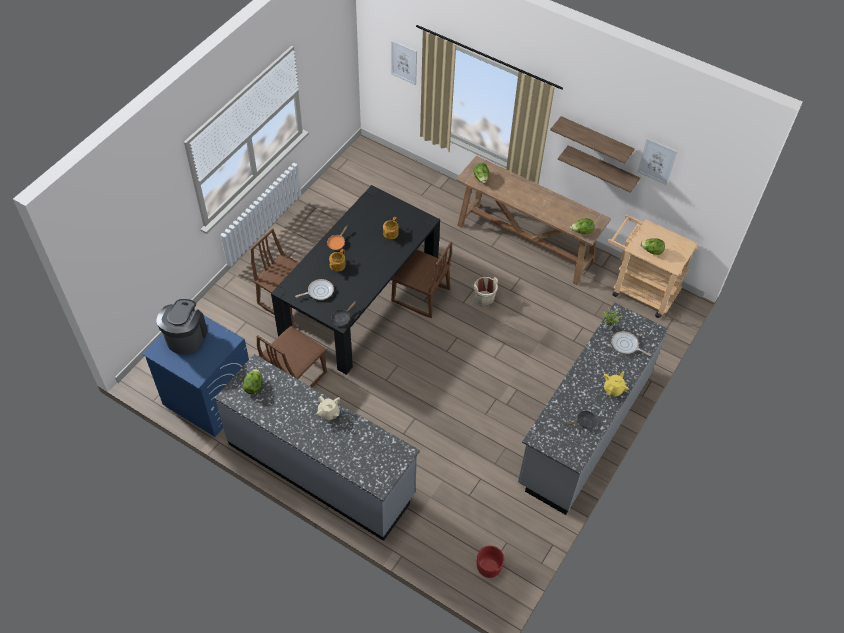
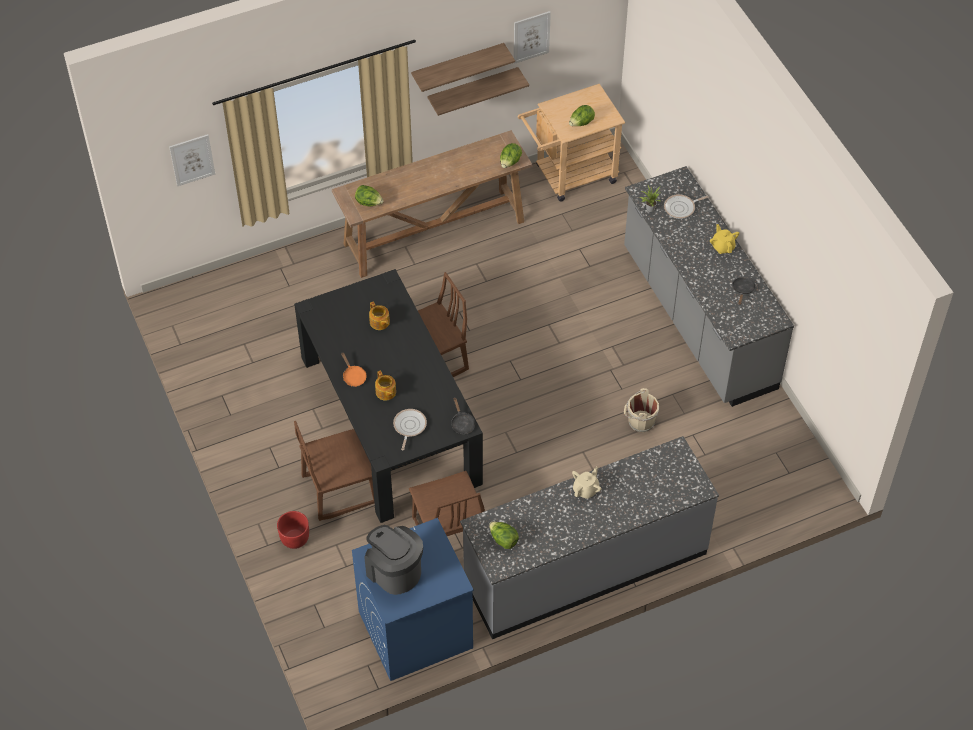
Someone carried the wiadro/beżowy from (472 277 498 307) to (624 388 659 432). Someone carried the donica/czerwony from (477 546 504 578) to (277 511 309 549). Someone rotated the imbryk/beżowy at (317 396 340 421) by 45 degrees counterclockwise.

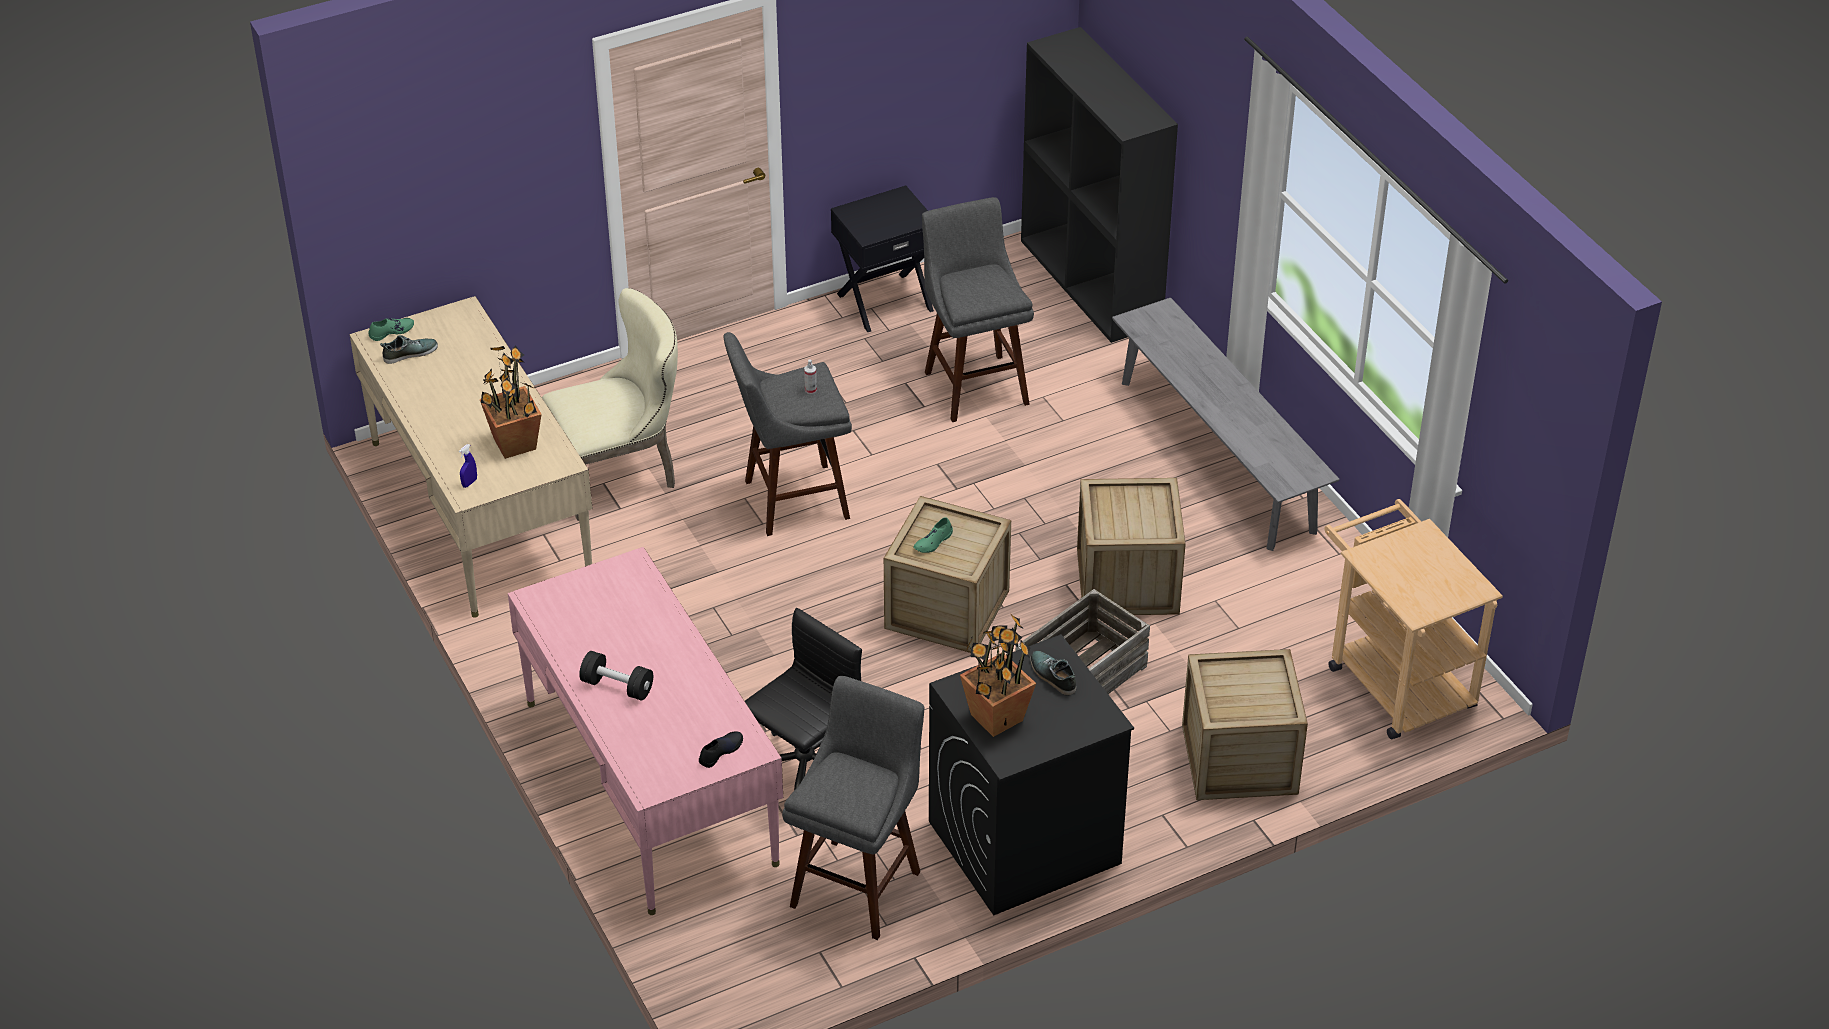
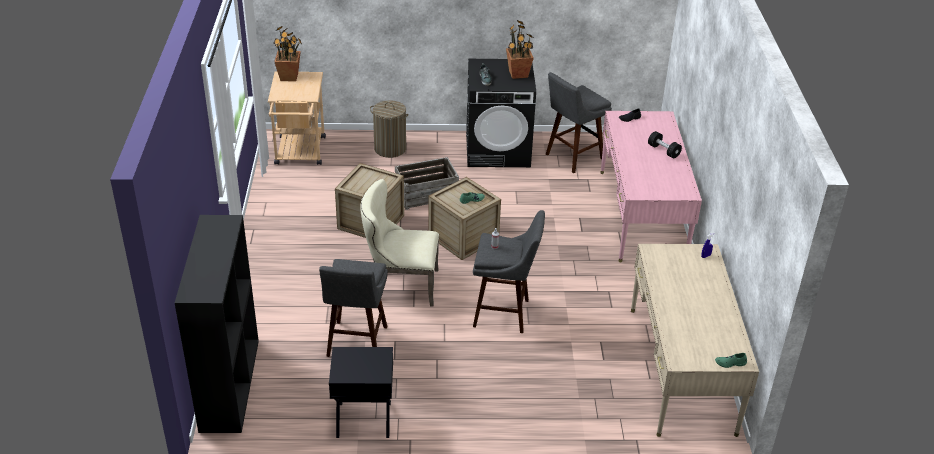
Someone took away the but at (380 335 438 364). Someone took away the krzesło biurowe/czarny at (745 608 862 791). Someone took away the ławka/szary at (1112 298 1340 551). Someone carried the roślina doniczkowa from (479 345 542 459) to (273 26 302 81). Someone carried the krzesło/beżowy from (542 288 678 521) to (360 179 439 307). Someone swapped the skrzynka at (1182 649 1308 800) for the kosz na pranie at (370 100 409 158).

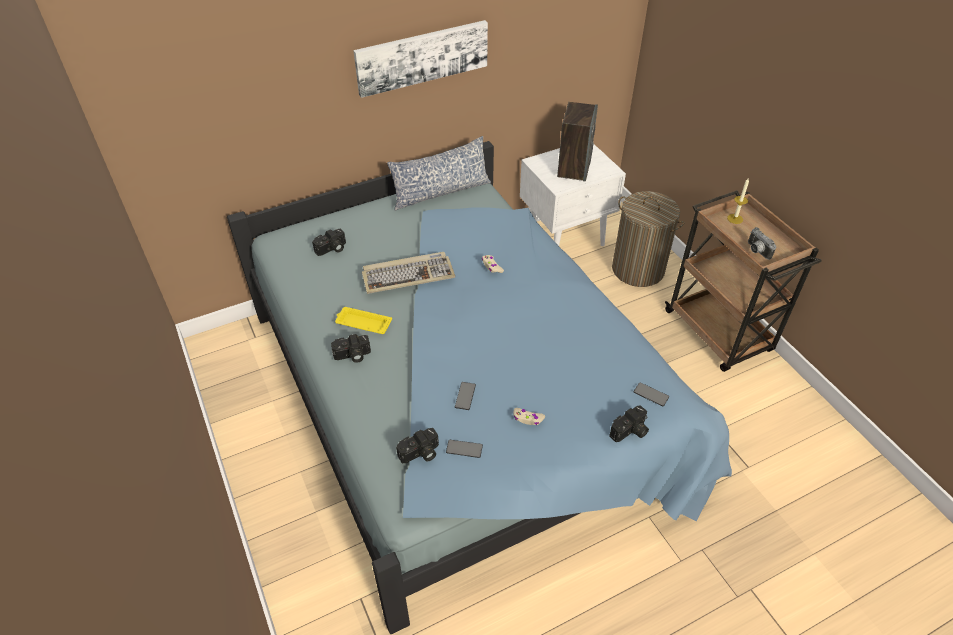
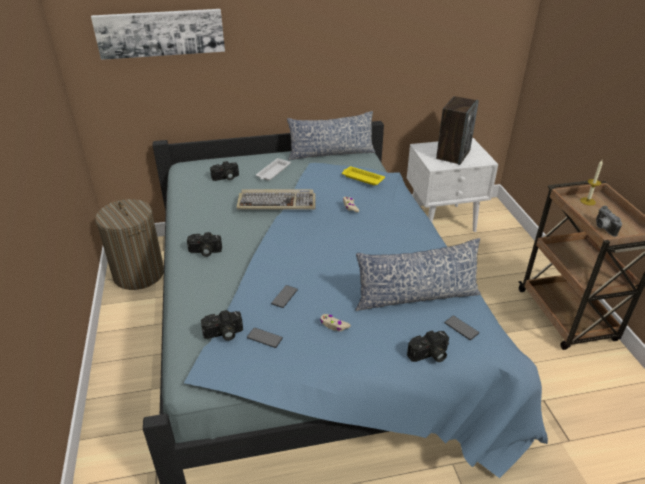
Someone put down the taca/biały at (256 158 291 181). Someone put down the poduszka at (355 238 481 311). Someone carried the taca/żółty from (335 307 392 334) to (342 166 385 185). Someone carried the obraz from (353 20 488 98) to (91 9 225 60). Someone carried the kosz na pranie from (612 191 684 287) to (95 199 164 290).

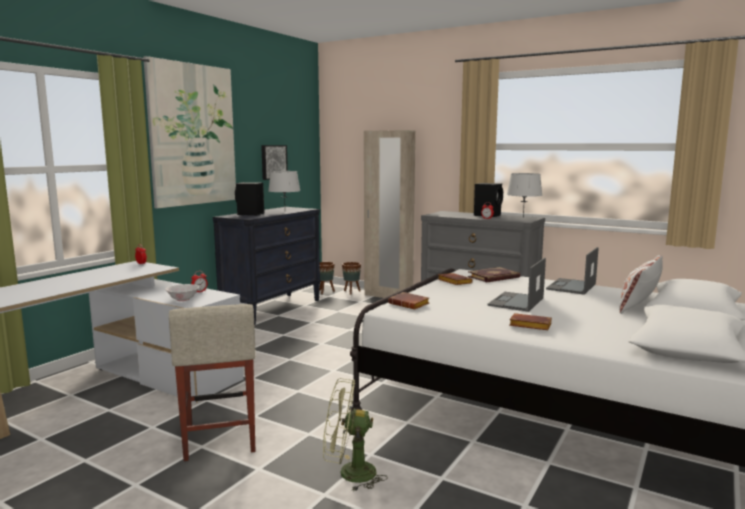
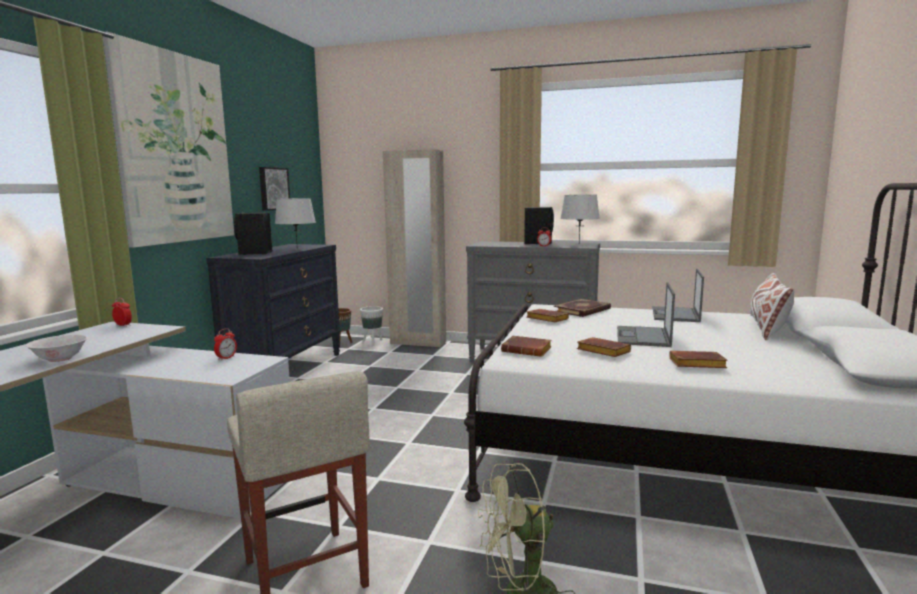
Someone put down the książka/brązowy at (577 337 631 357). Someone carried the miska/biały from (165 284 199 301) to (25 334 88 362). Someone repainted the donica/brązowy at (342 262 361 295), which became the donica/biały at (360 306 383 345).

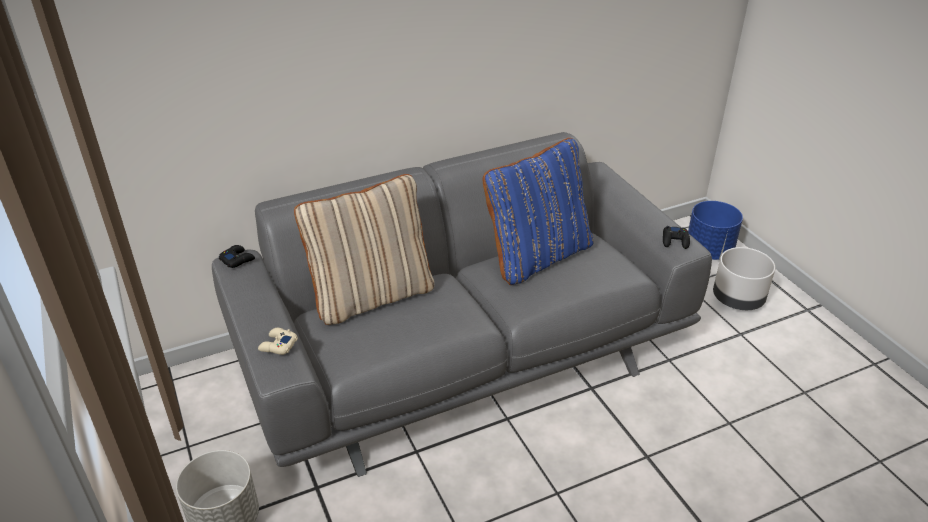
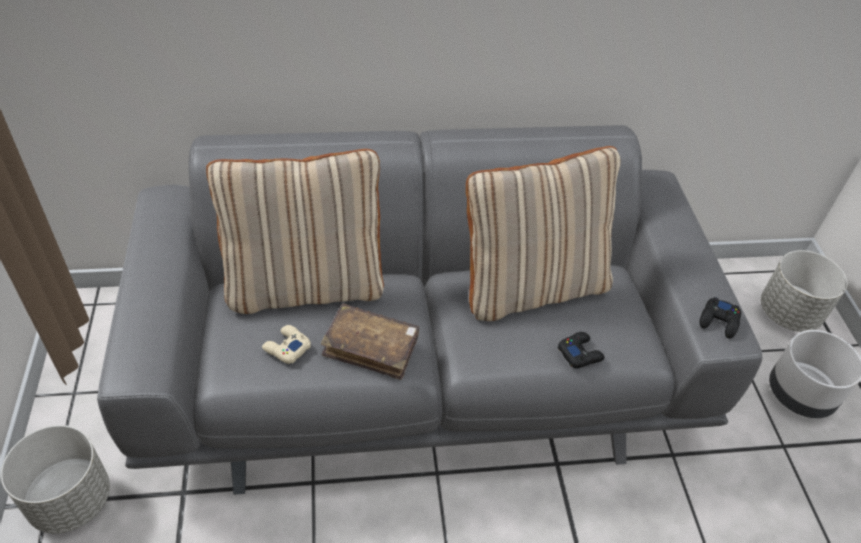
Someone put down the książka/brązowy at (321 303 419 380). Someone carried the pad do gier/czarny from (218 245 255 268) to (558 332 605 368). Someone carried the pad do gier/beżowy from (258 328 298 355) to (262 325 311 364). Someone repainted the poduszka/niebieski at (483 138 594 285), which became the poduszka/beżowy at (466 146 621 321). Someone repainted the donica/niebieski at (688 201 743 260), which became the donica/szary at (761 250 848 332).

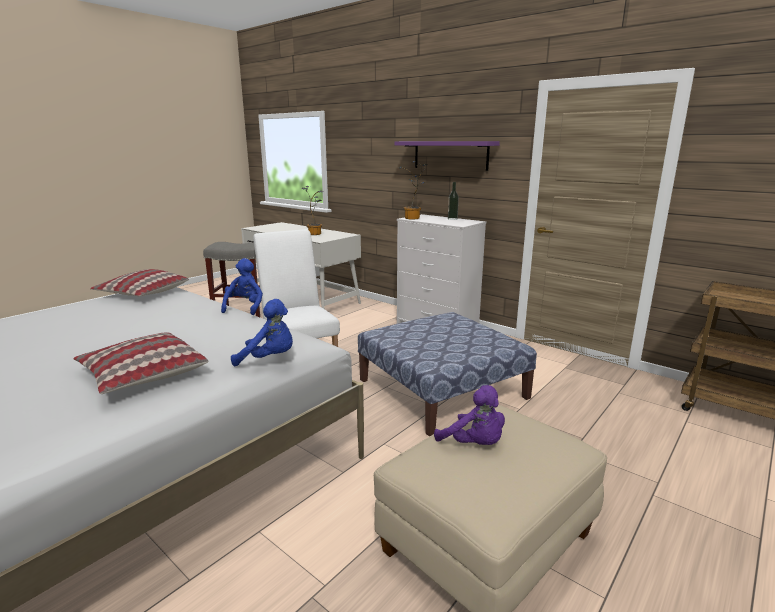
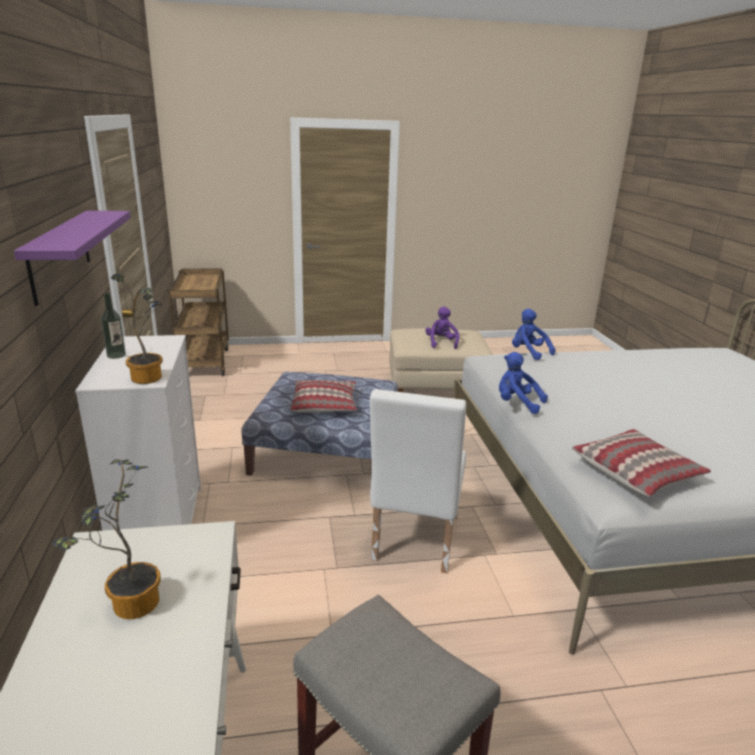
Someone carried the poduszka from (73 332 209 394) to (290 380 357 412). Someone rotated the pluszak/niebieski at (221 258 263 315) by 75 degrees clockwise.

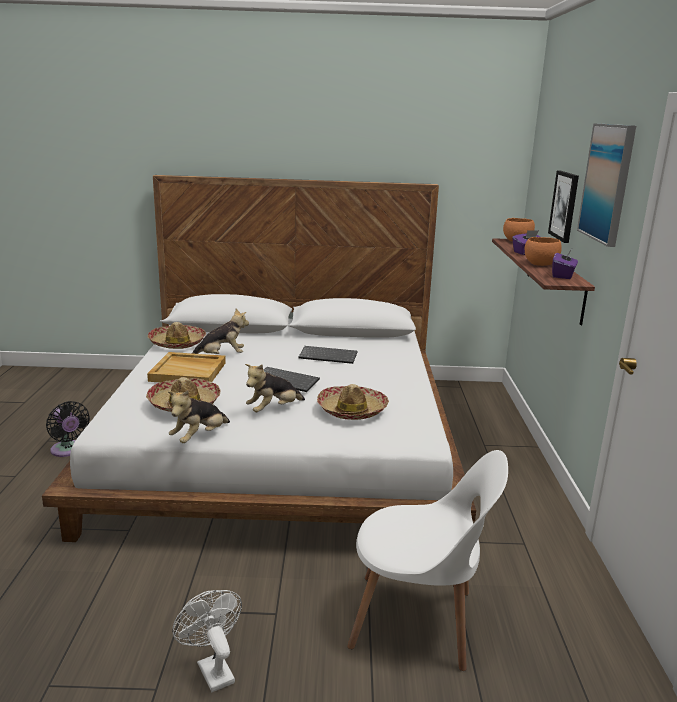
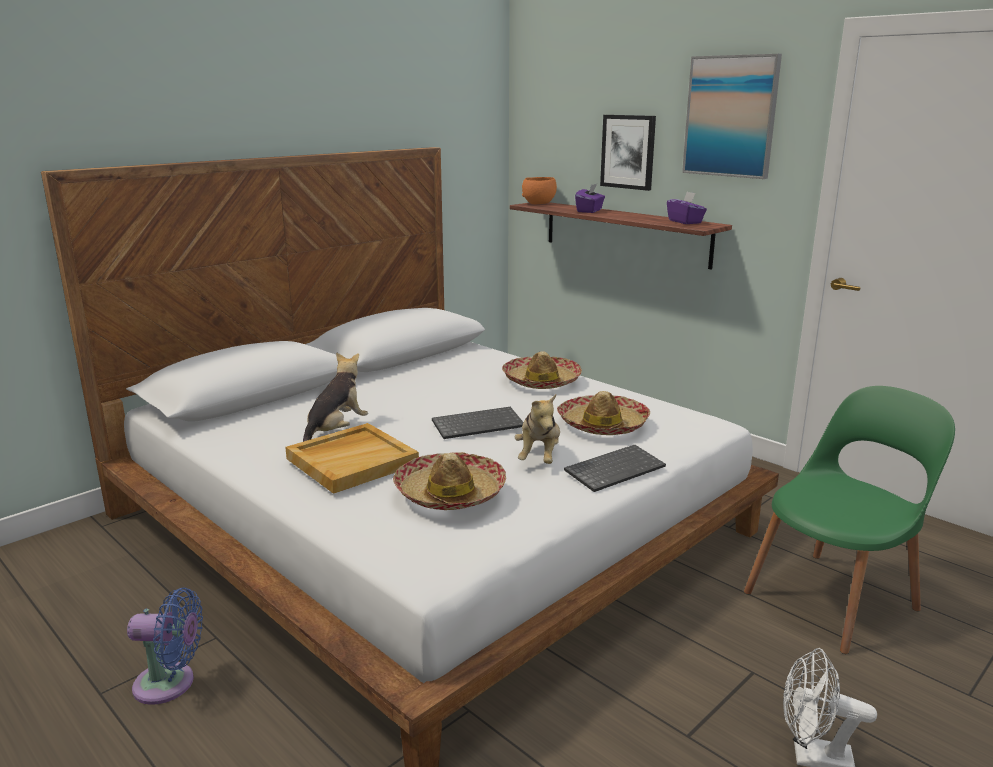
Someone took away the pluszak at (168 390 230 443). Someone took away the miska/pomarańczowy at (525 237 562 266). Someone carried the kapelusz from (148 322 206 349) to (502 351 582 389). Someone carried the klawiatura from (299 346 357 364) to (564 445 666 492). Someone repainted the wentylator/czarny at (46 401 90 457), which became the wentylator/niebieski at (127 588 203 705). Someone repainted the krzesło/biały at (347 450 508 671), which became the krzesło/zielony at (744 386 955 654).

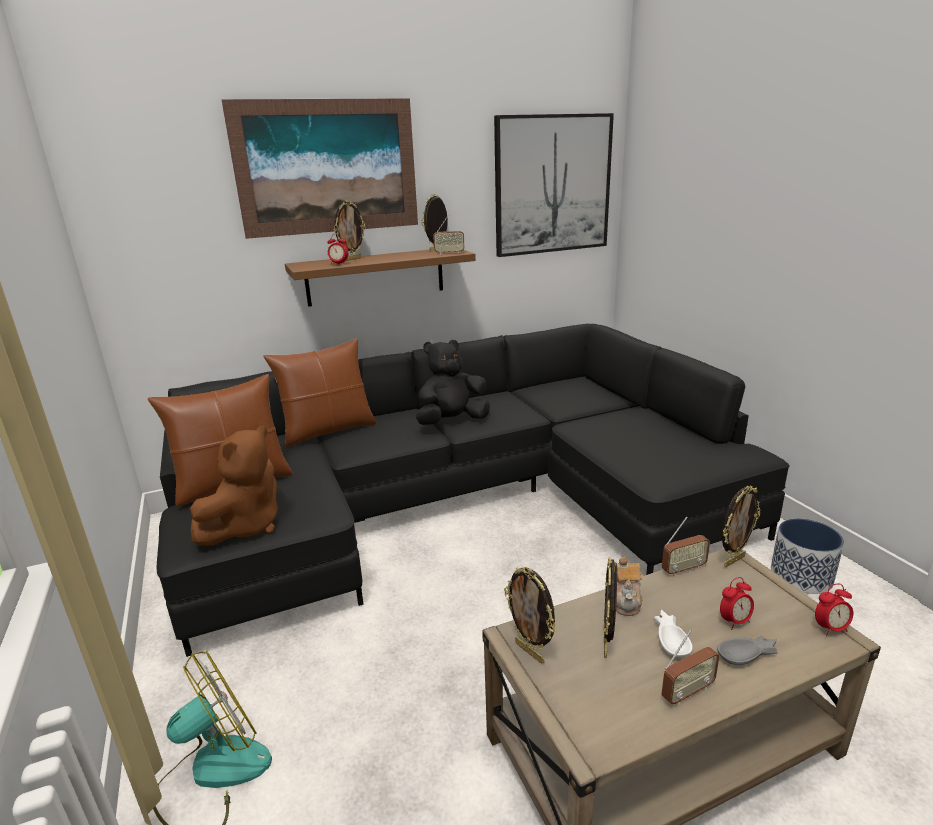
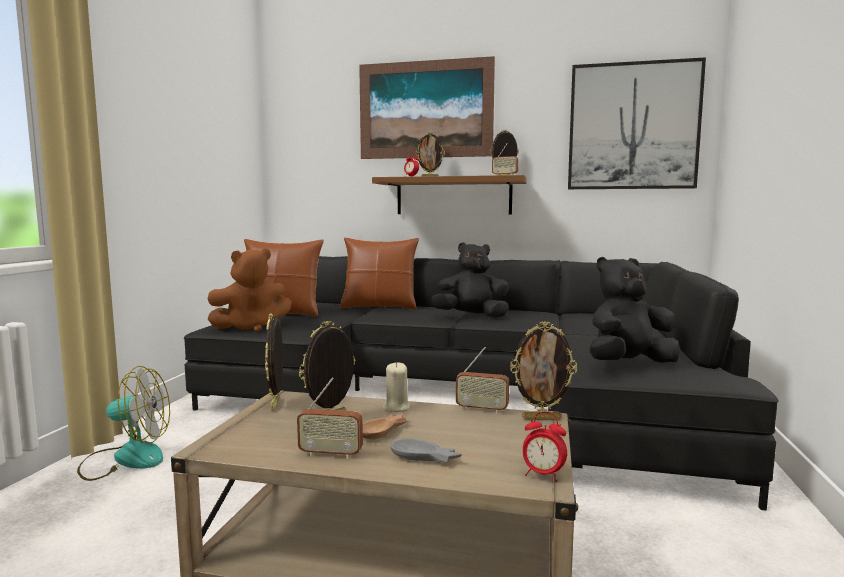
Someone took away the budzik at (720 577 754 630). Someone took away the donica at (771 518 844 594). Someone put down the pluszak/czarny at (589 257 680 363). Someone swapped the imbryk at (616 557 643 616) for the świeca/beżowy at (383 362 410 412). Someone repainted the miska/biały at (653 610 692 657), which became the miska/brązowy at (363 413 407 440).

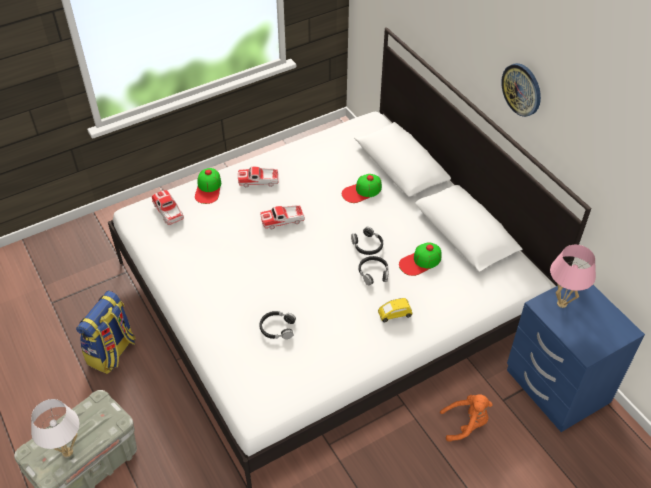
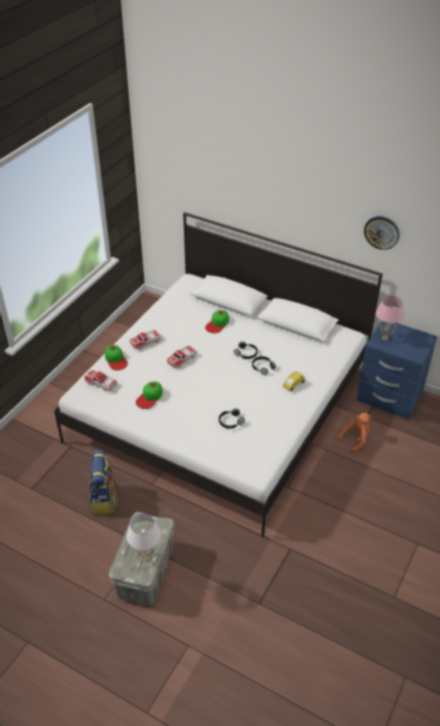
Someone carried the czapka z daszkiem from (399 242 442 276) to (136 382 163 409). Someone carried the zegar ścienny from (501 63 541 117) to (364 216 400 250).

